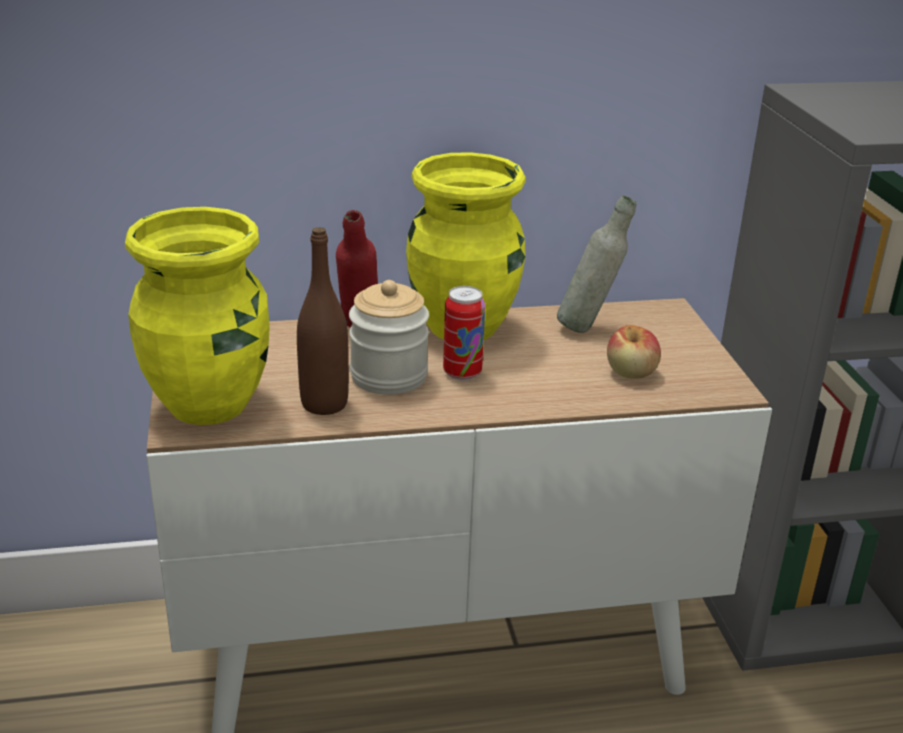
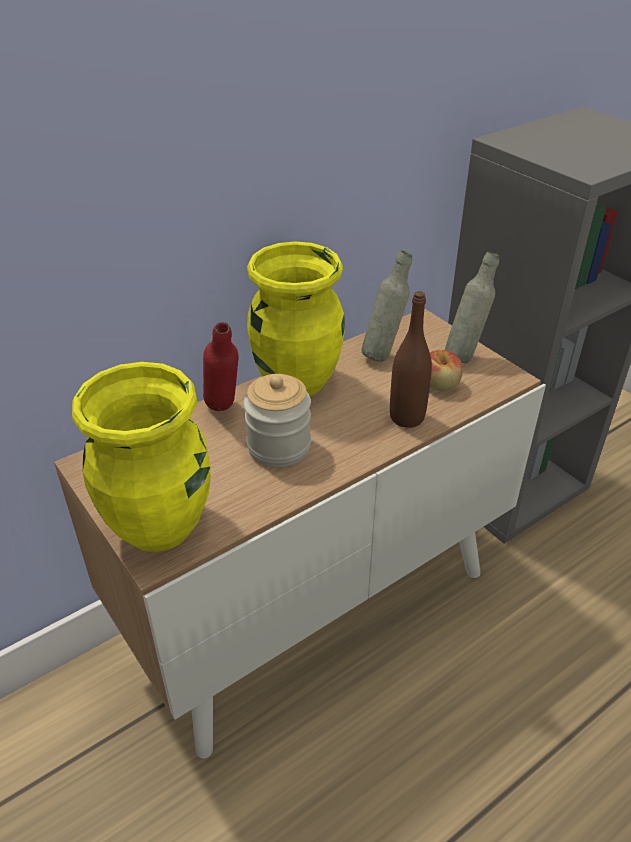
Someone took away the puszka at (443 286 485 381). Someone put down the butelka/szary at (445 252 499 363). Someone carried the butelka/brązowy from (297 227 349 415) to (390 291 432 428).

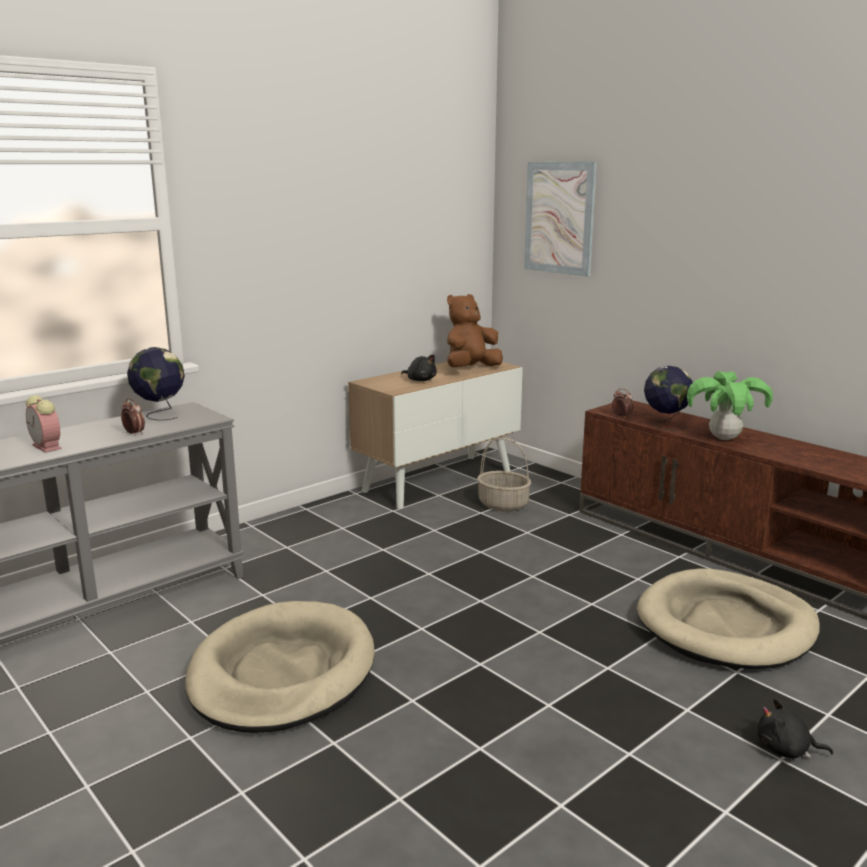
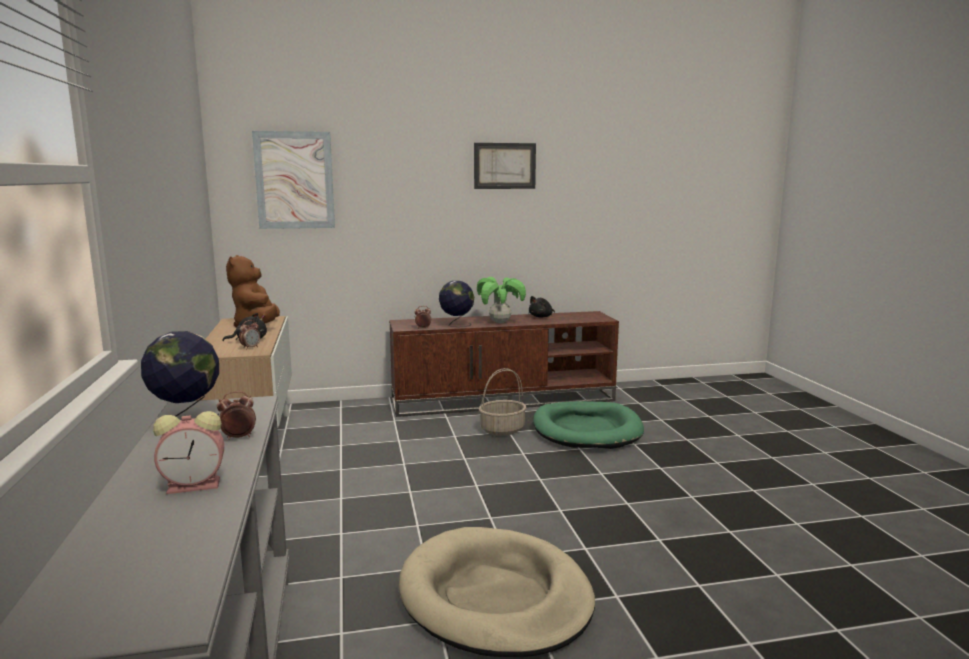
Someone put down the budzik at (239 320 261 348). Someone put up the obraz at (474 143 536 189). Someone carried the koszyk from (477 437 531 511) to (479 368 526 436). Someone carried the pluszak/czarny from (757 698 833 758) to (529 296 555 317). Someone repainted the legowisko/beżowy at (637 568 820 669), which became the legowisko/zielony at (533 401 644 449).

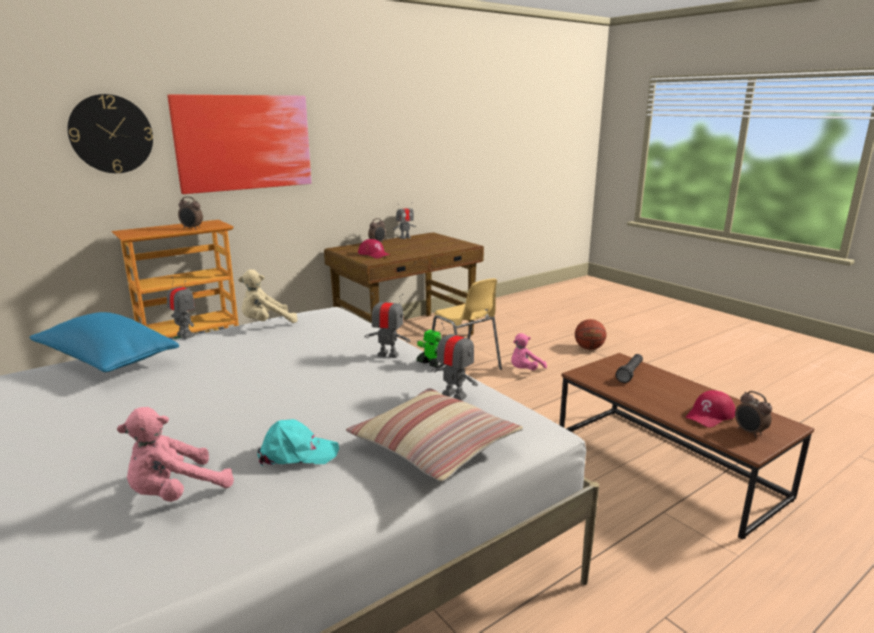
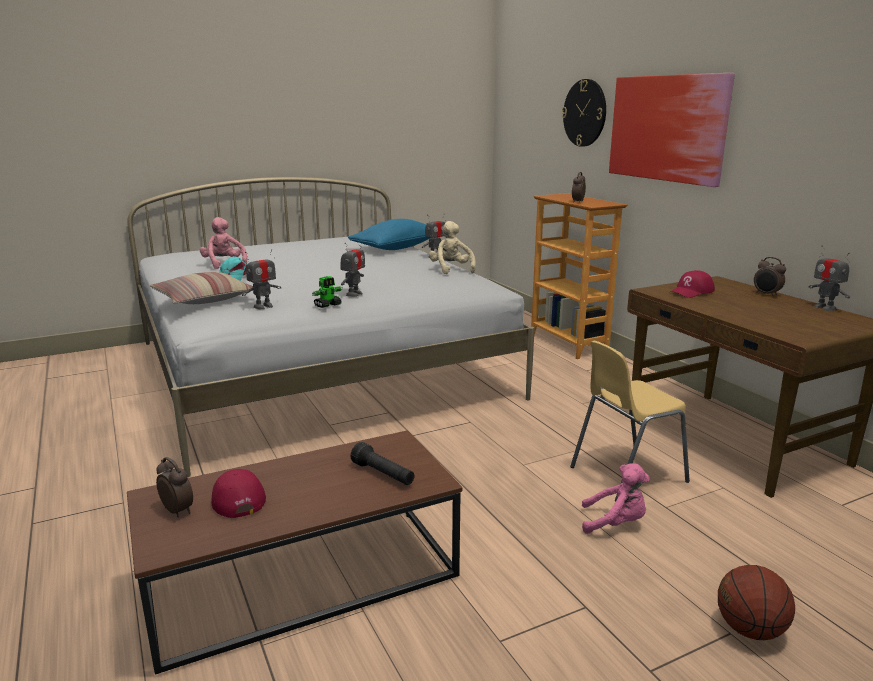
Someone rotated the pluszak/różowy at (511 333 547 370) by 135 degrees clockwise. Someone rotated the budzik at (735 391 772 438) by 60 degrees clockwise.

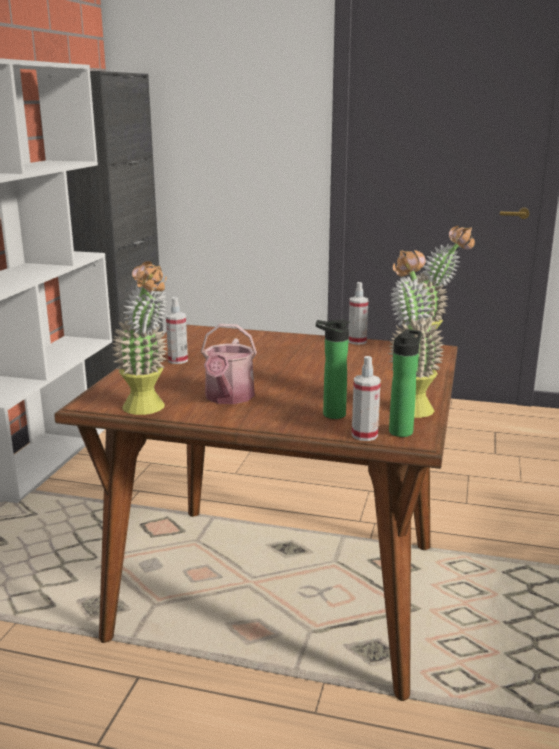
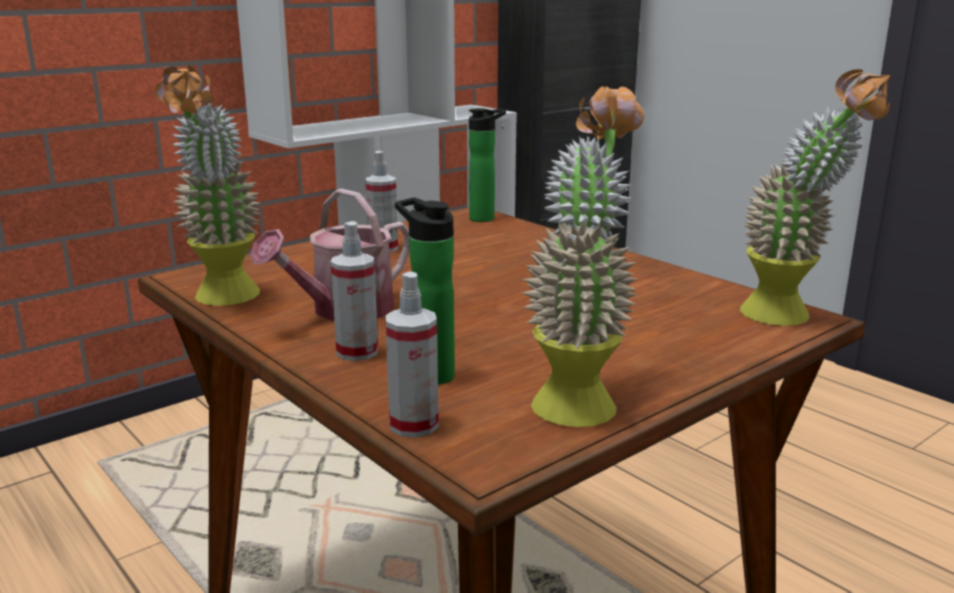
Someone carried the spryskiwacz from (348 282 368 345) to (331 221 378 361). Someone carried the butelka from (389 329 422 437) to (469 108 506 222).

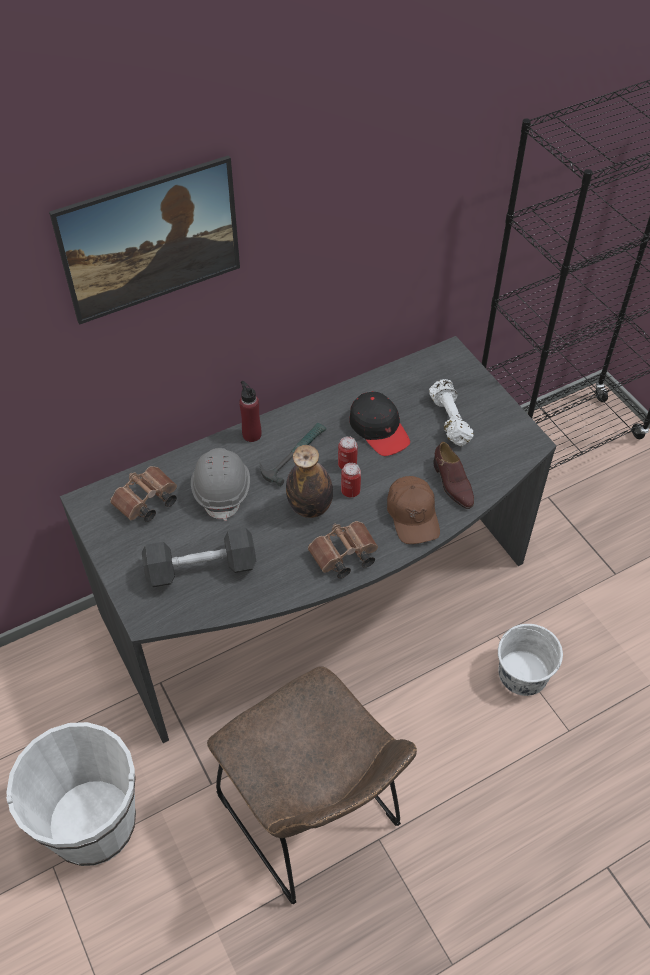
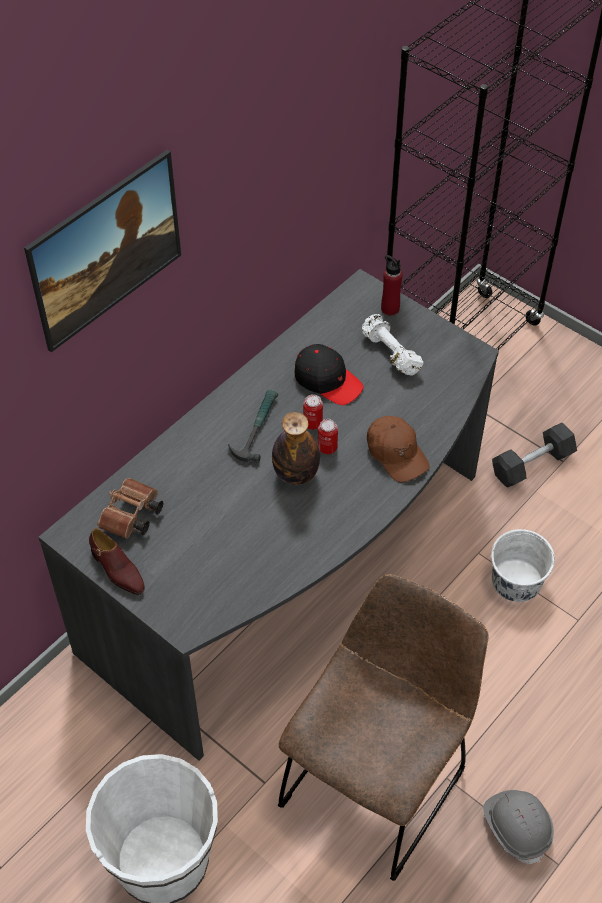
Someone took away the lornetka/brązowy at (308 521 378 578). Someone carried the hantel/szary from (142 527 256 588) to (492 423 577 488). Someone carried the kask/szary from (191 448 250 521) to (483 790 554 864). Someone carried the butelka/czerwony from (239 381 261 442) to (381 255 403 315). Someone carried the but/brązowy from (434 442 474 509) to (89 528 145 595). Someone rotated the krzesło/brązowy at (207 666 417 905) by 90 degrees counterclockwise.

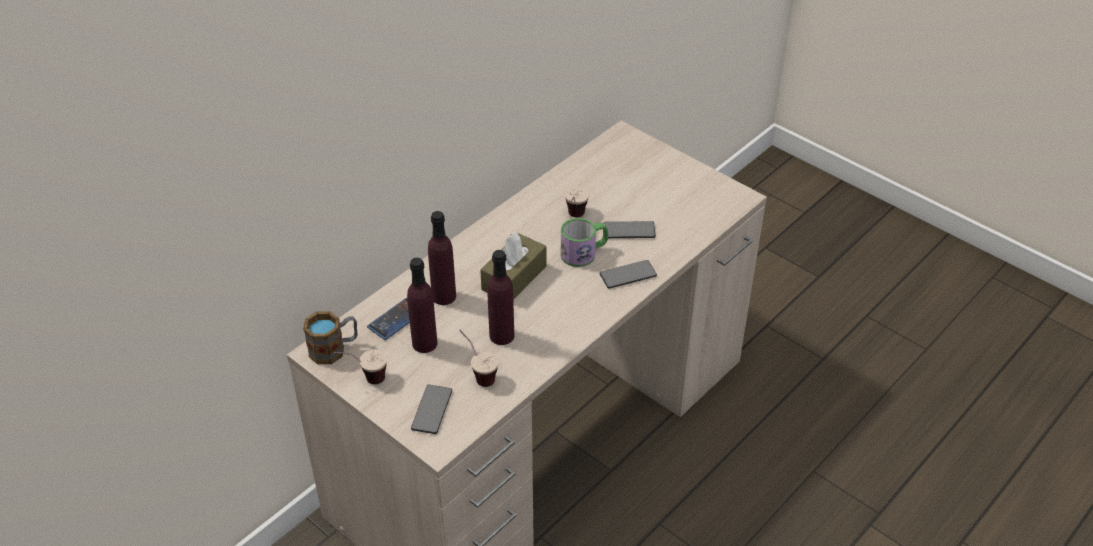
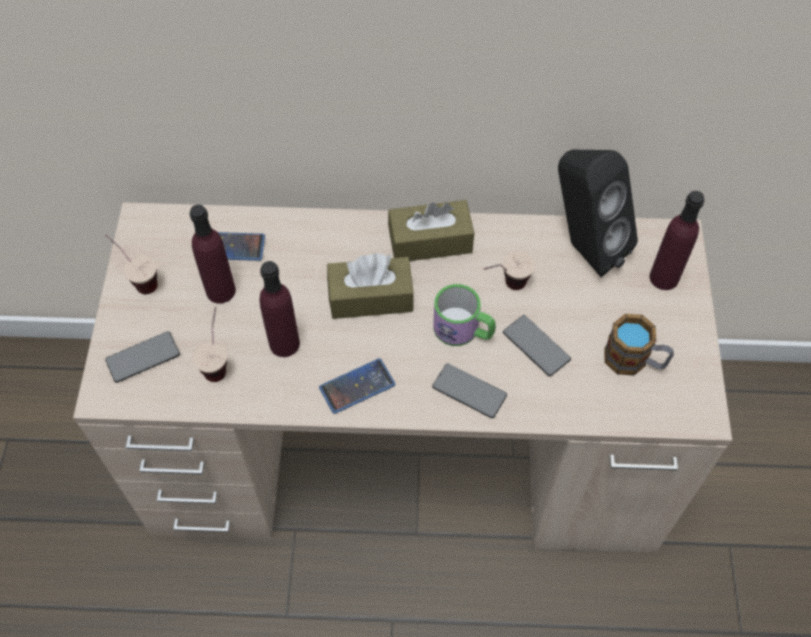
Someone put down the telefon at (319 358 395 414). Someone put down the pudełko chusteczek/brązowy at (388 200 474 261). Someone put down the głośnik/czarny at (558 150 638 277). Someone carried the kubek from (303 311 358 364) to (604 314 674 376). Someone carried the butelka/fioletowy from (428 211 456 305) to (650 191 705 290).

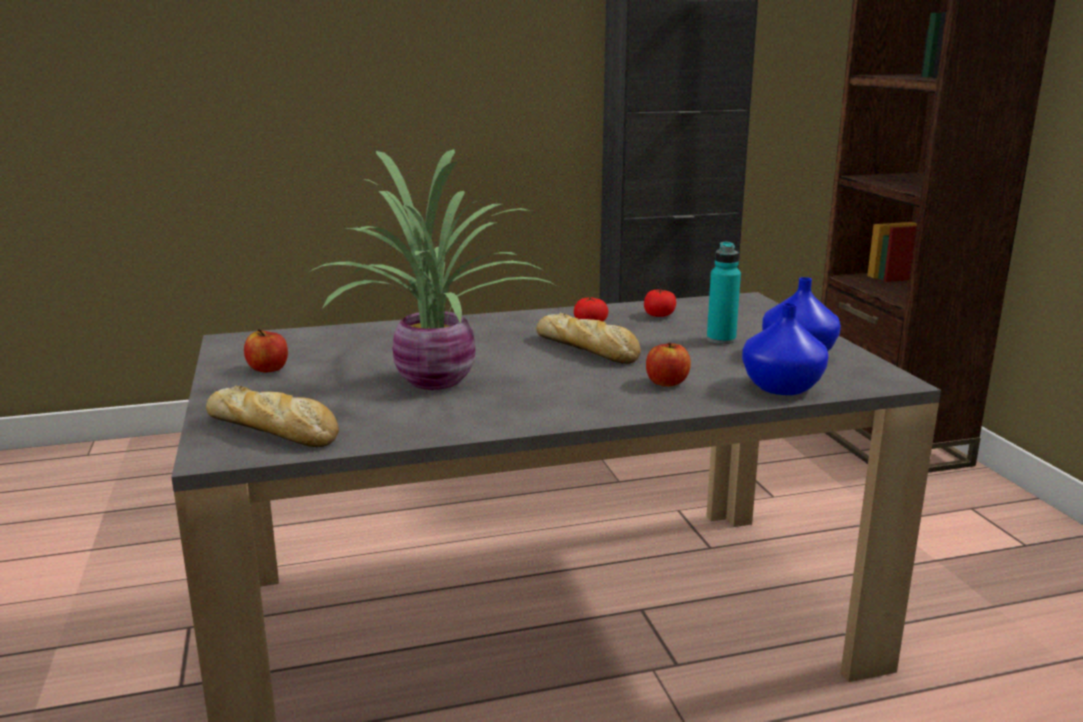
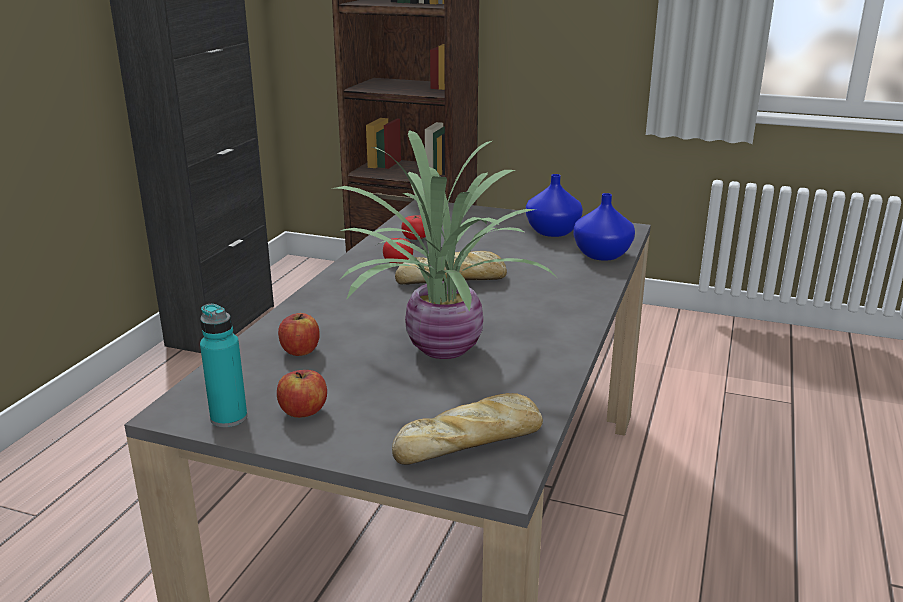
Someone carried the jabłko from (646 342 691 387) to (278 313 320 356). Someone carried the butelka/turkusowy from (707 242 741 344) to (200 304 247 427).

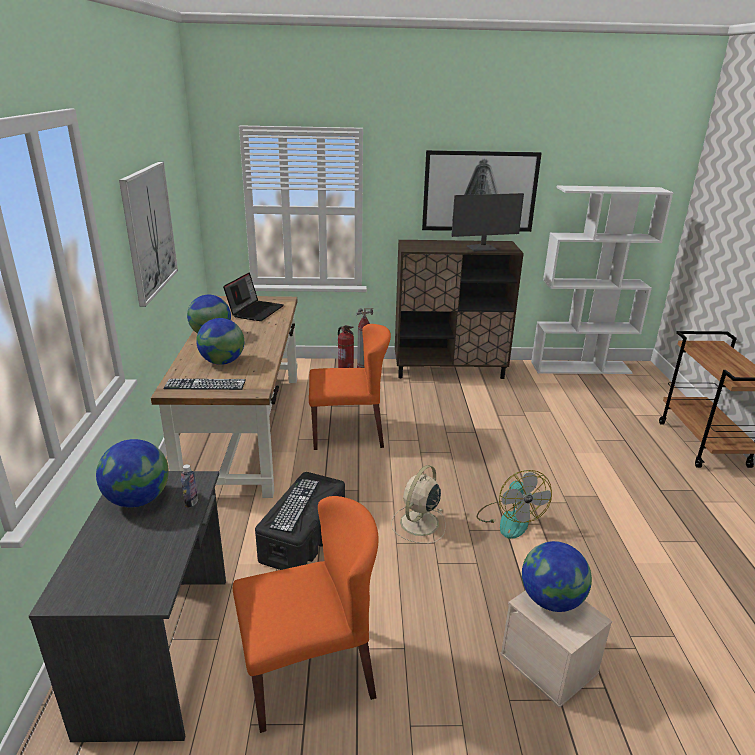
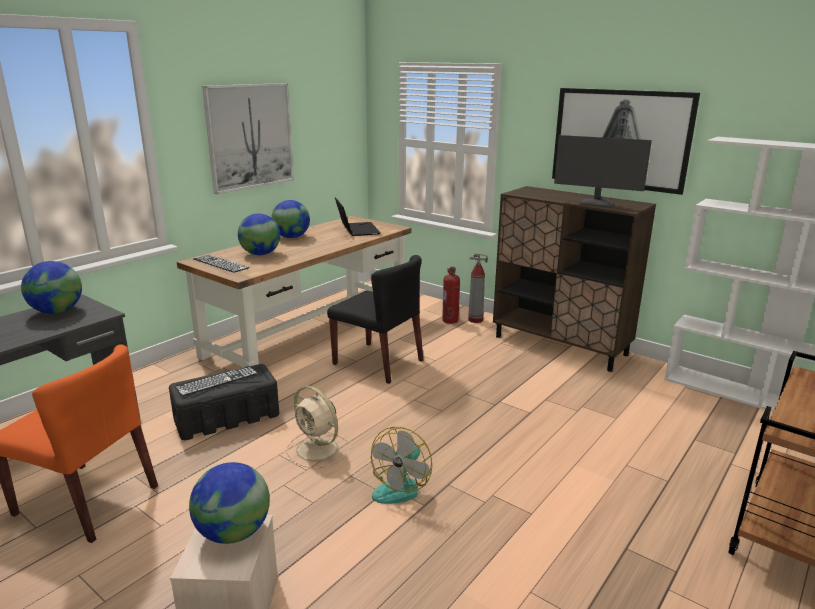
Someone took away the butelka at (181 464 198 508). Someone repainted the krzesło/pomarańczowy at (309 324 391 450), which became the krzesło/czarny at (327 255 423 384). Someone rotated the laptop at (223 272 284 321) by 75 degrees counterclockwise. Someone rotated the wentylator/beżowy at (391 465 446 544) by 120 degrees counterclockwise.

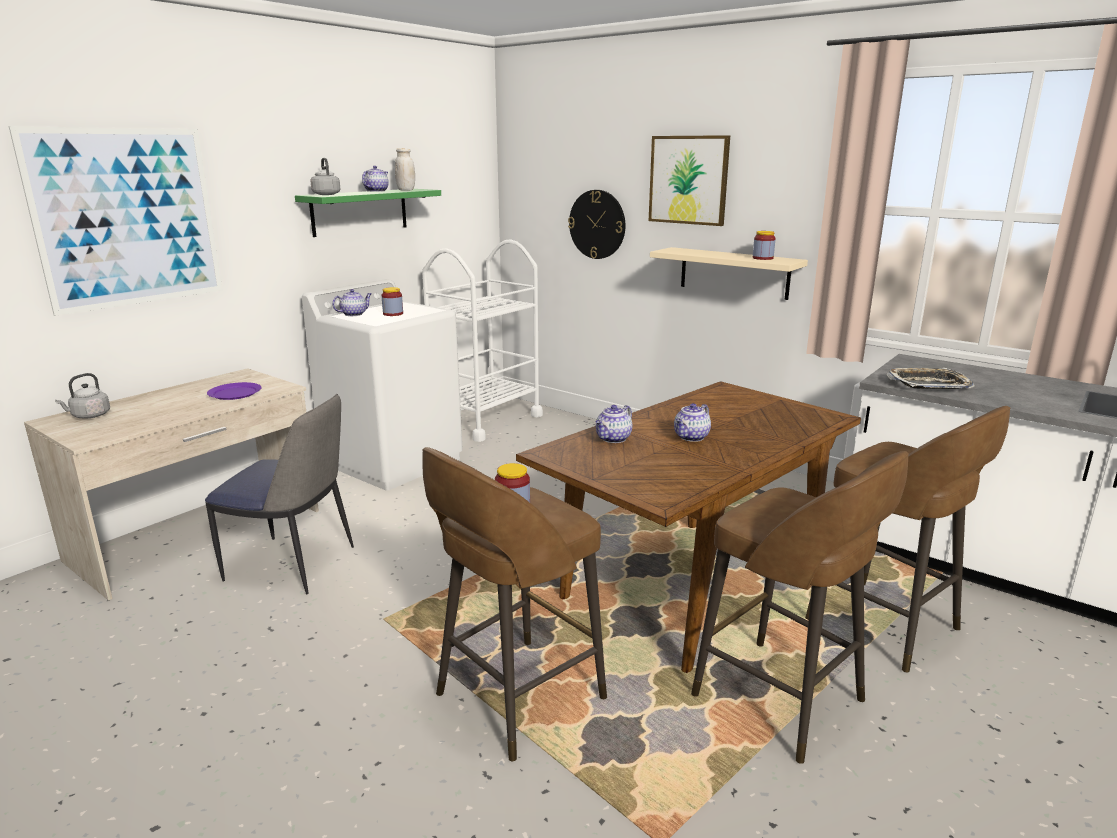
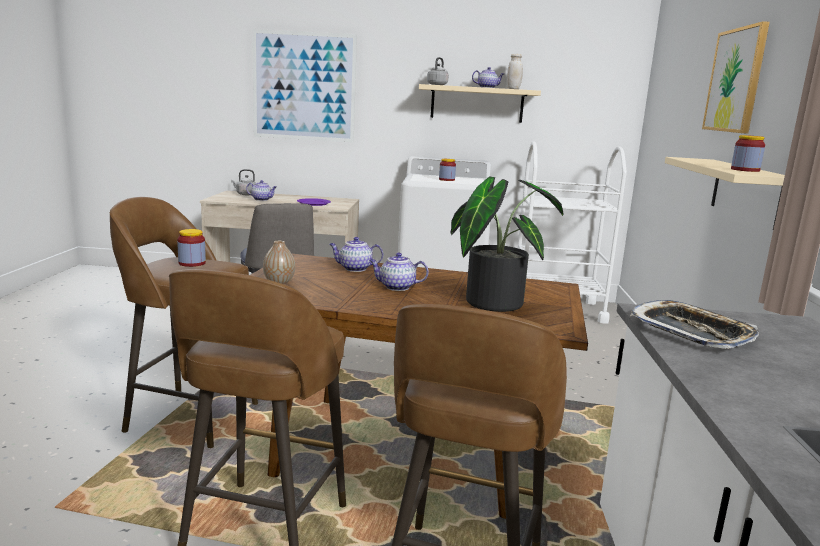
Someone took away the zegar ścienny at (568 190 625 259). Someone put down the wazon at (263 241 295 284). Someone put down the roślina doniczkowa at (450 176 563 312). Someone carried the imbryk from (332 289 372 316) to (246 180 277 201). Someone repainted the półka/zielony at (295 189 441 237), which became the półka/beżowy at (419 84 541 123).

